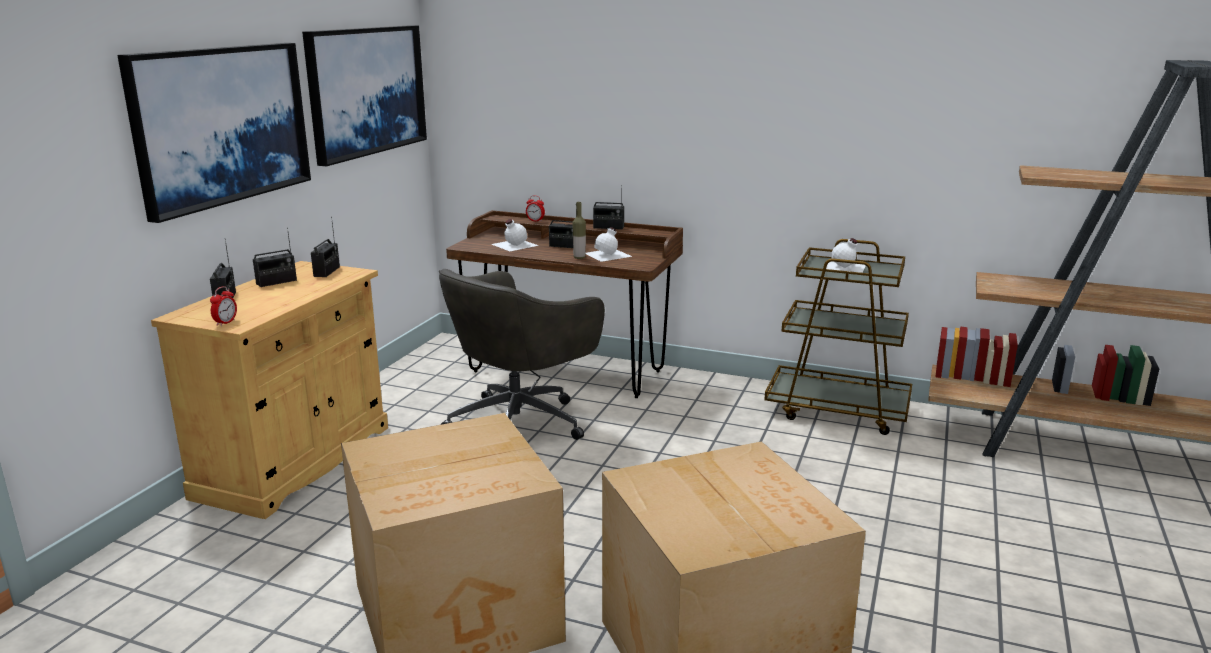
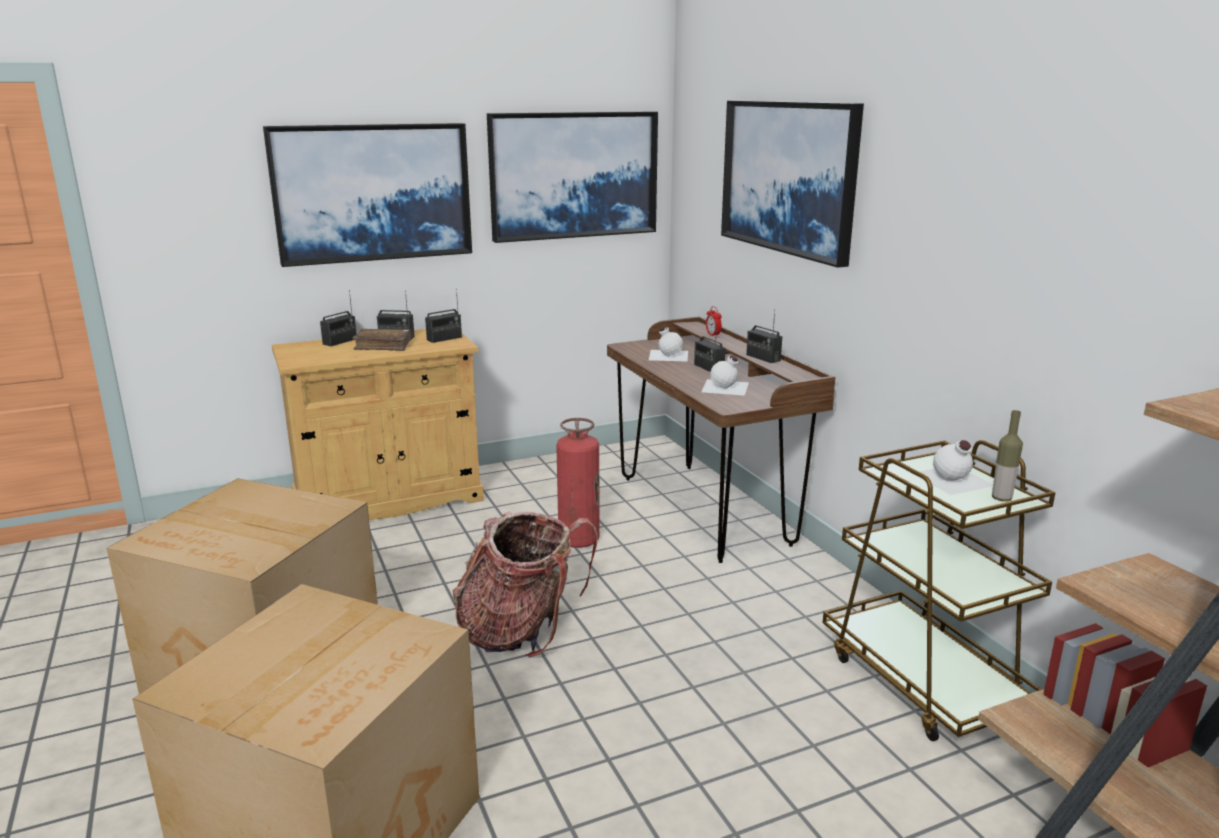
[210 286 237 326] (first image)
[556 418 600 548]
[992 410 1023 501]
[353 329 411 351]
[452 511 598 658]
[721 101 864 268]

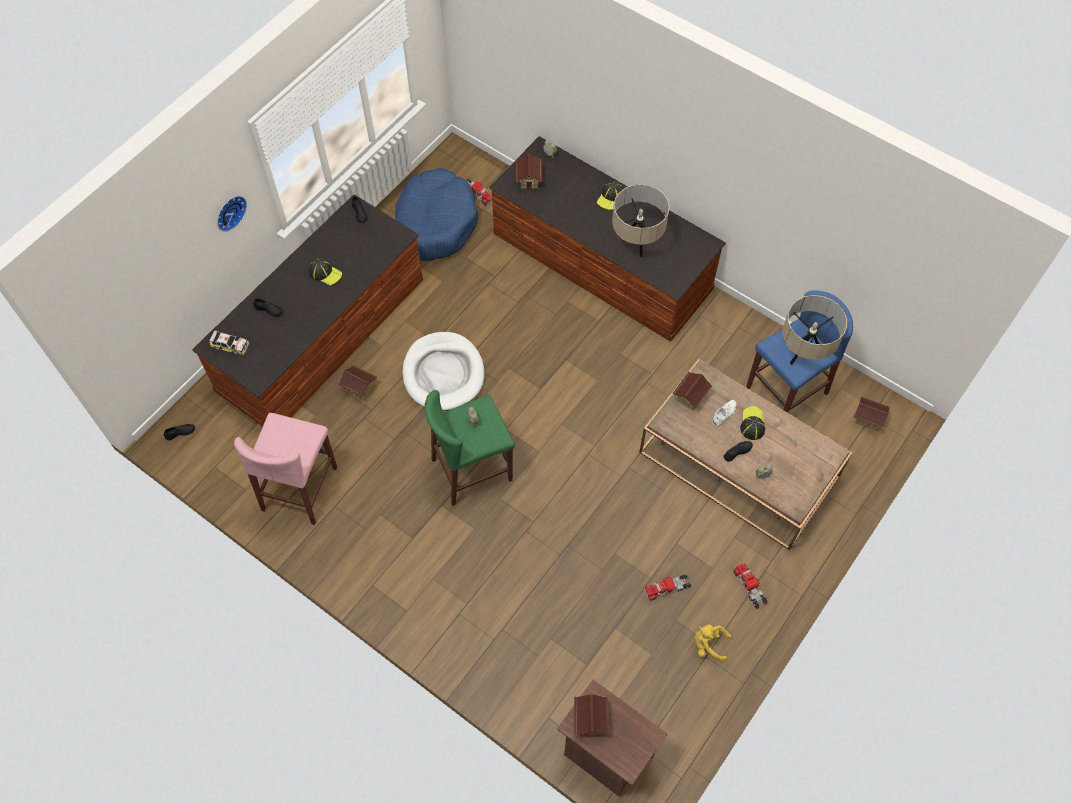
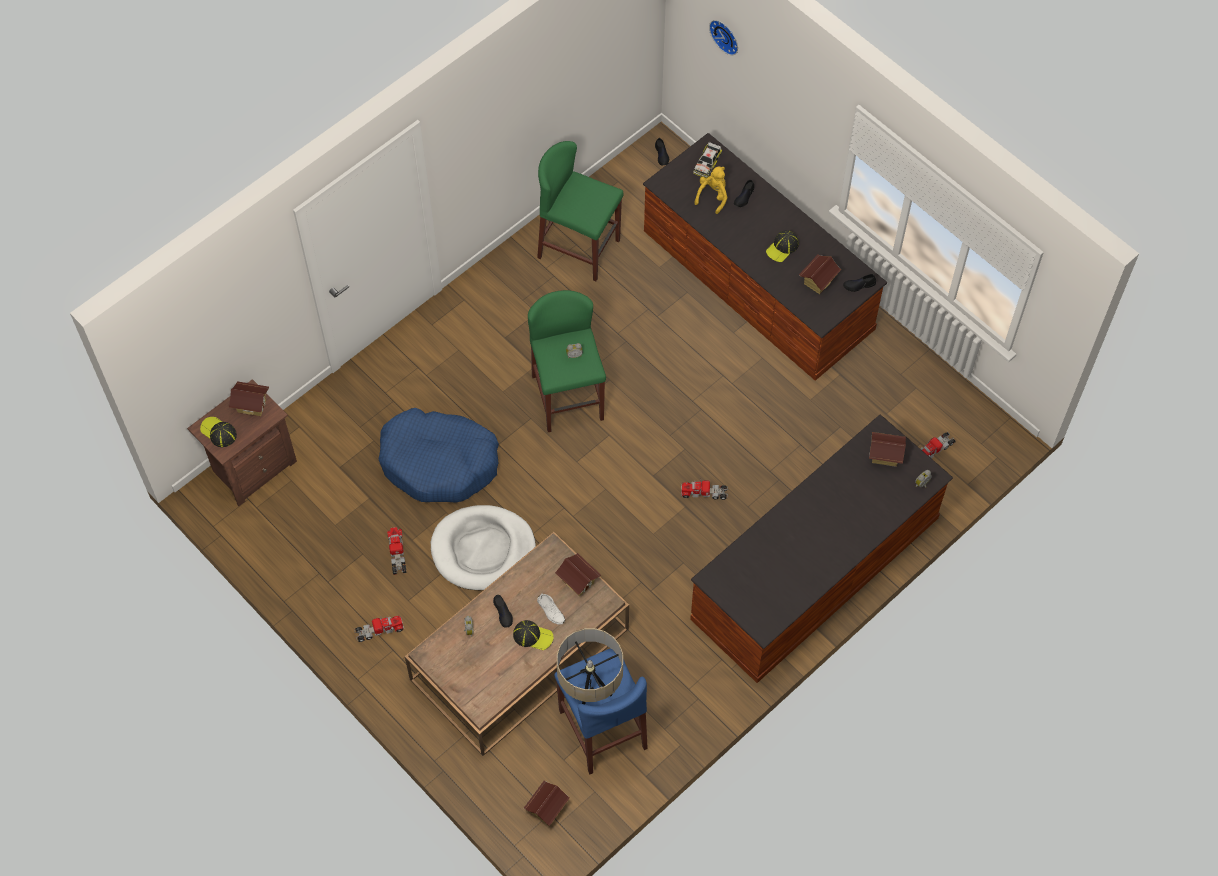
[709 20 738 55]
[537 141 624 281]
[799 254 842 294]
[379 408 499 503]
[431 505 536 590]
[200 417 237 447]
[612 184 670 258] (first image)
[694 167 727 214]
[681 479 728 500]

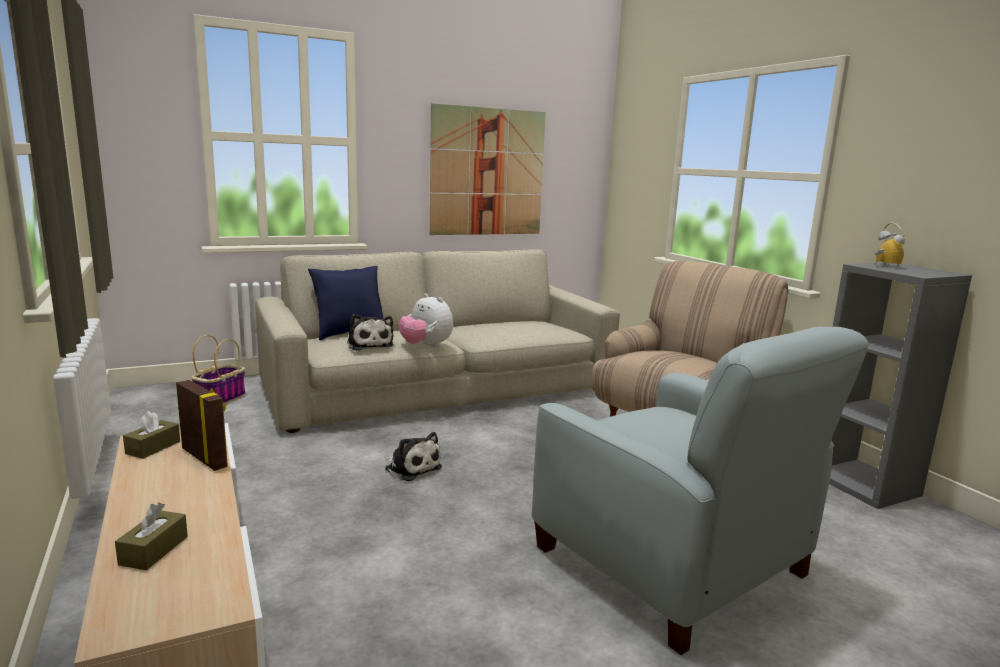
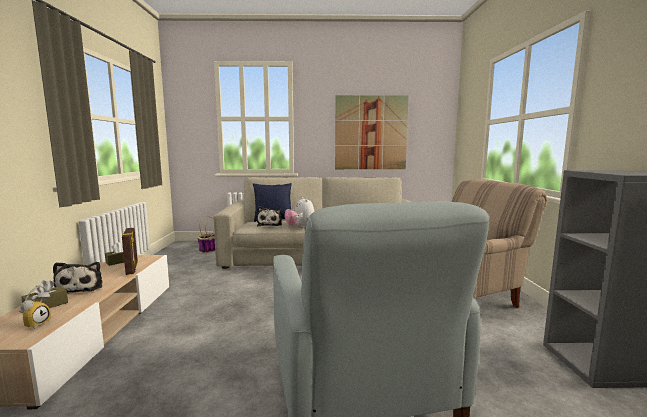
[53 262 103 294]
[19 286 51 329]

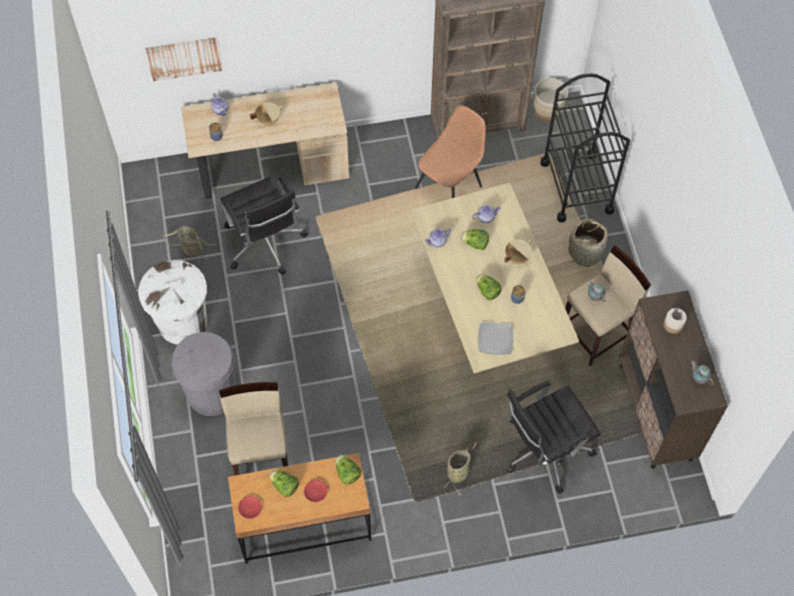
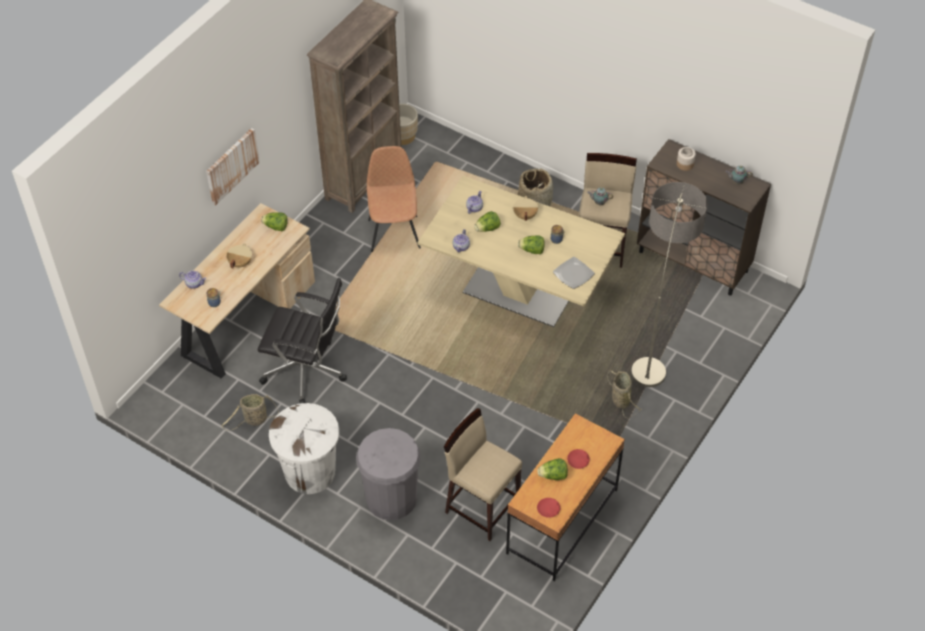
[206 128 260 205]
[261 212 288 231]
[631 182 708 387]
[540 73 630 223] (first image)

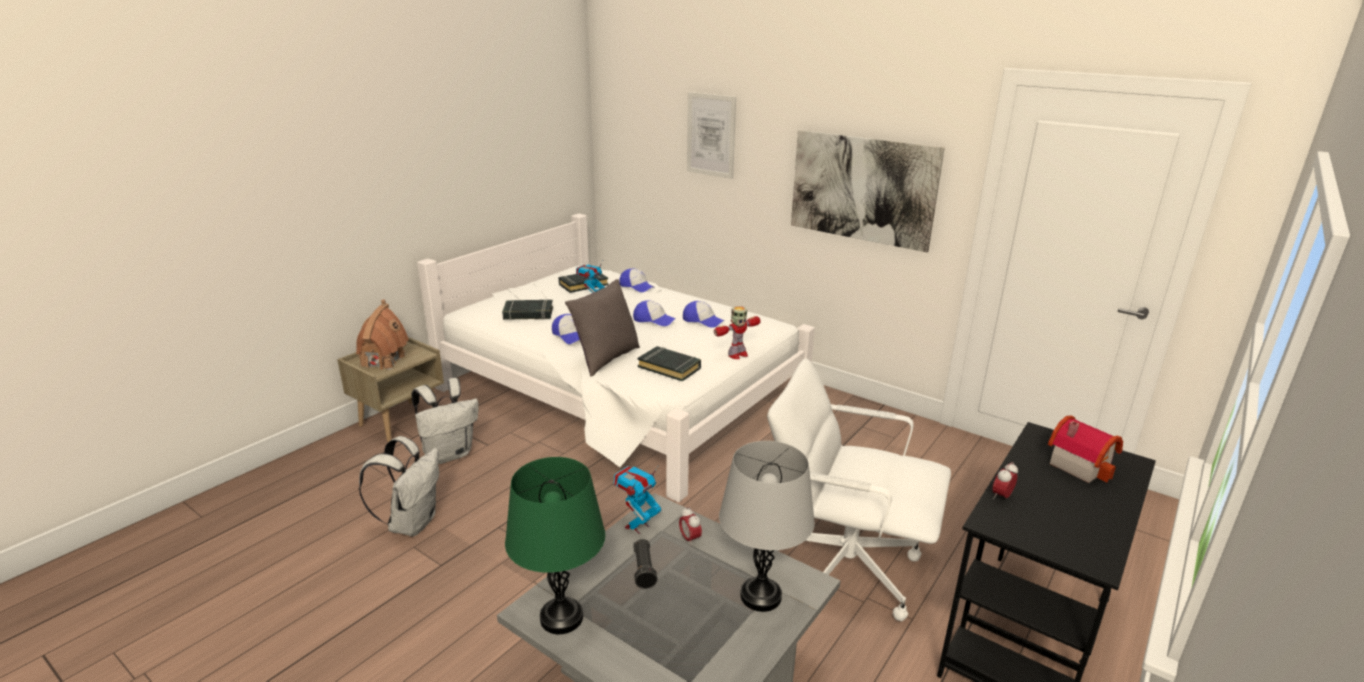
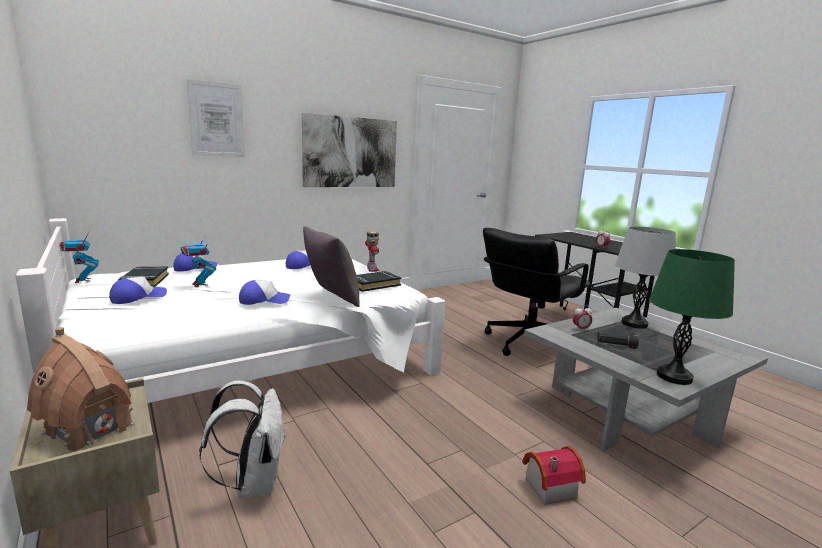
[359 436 439 536] (first image)
[502 300 553 320] (first image)
[59 232 99 283]
[109 277 167 304]
[483 228 590 356]
[522 446 586 505]

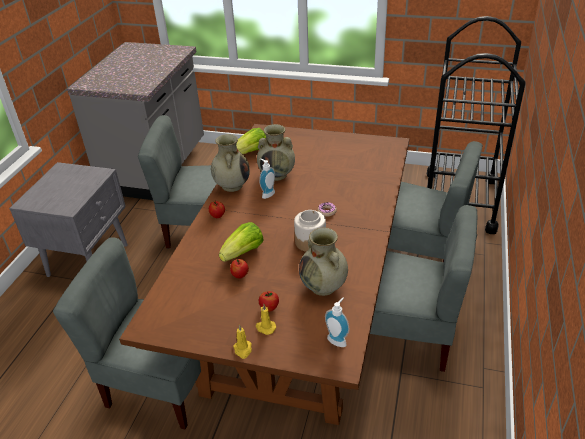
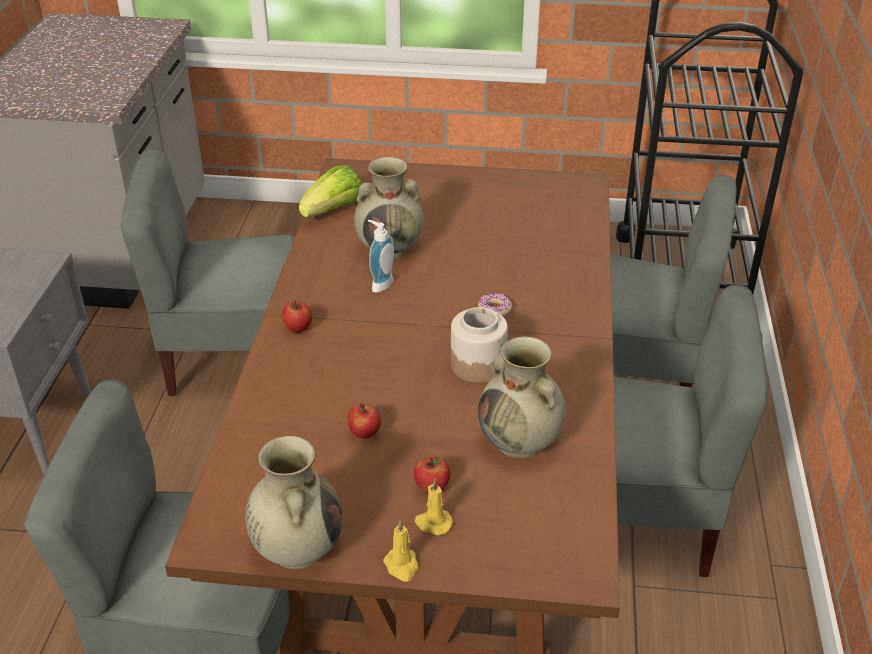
[245 436 343 569]
[219 222 264 262] (first image)
[325 297 349 347] (first image)

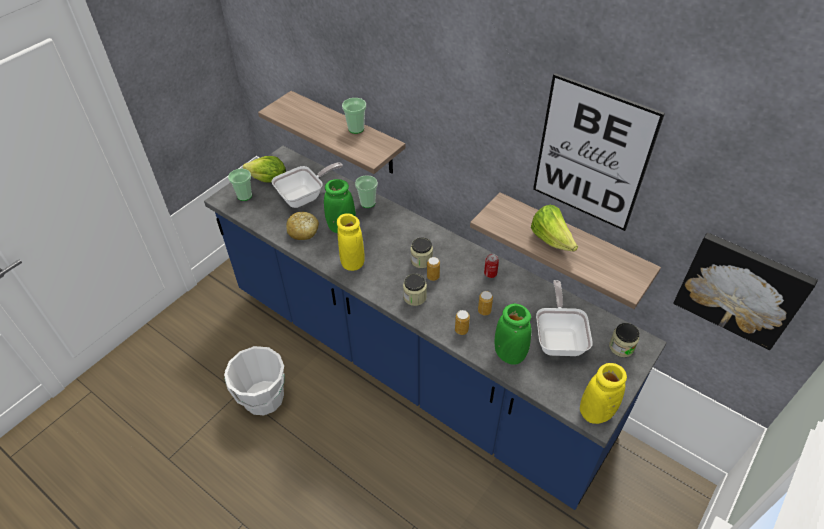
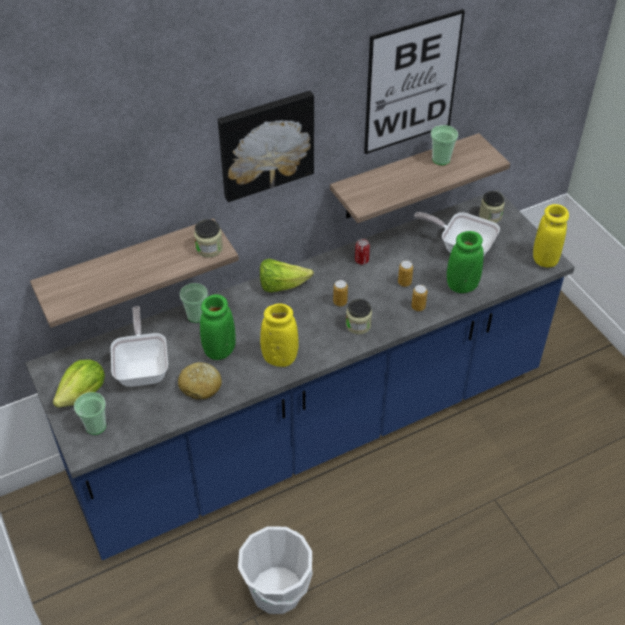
[431 125 458 165]
[194 219 223 258]
[260 259 314 293]
[218 91 314 202]

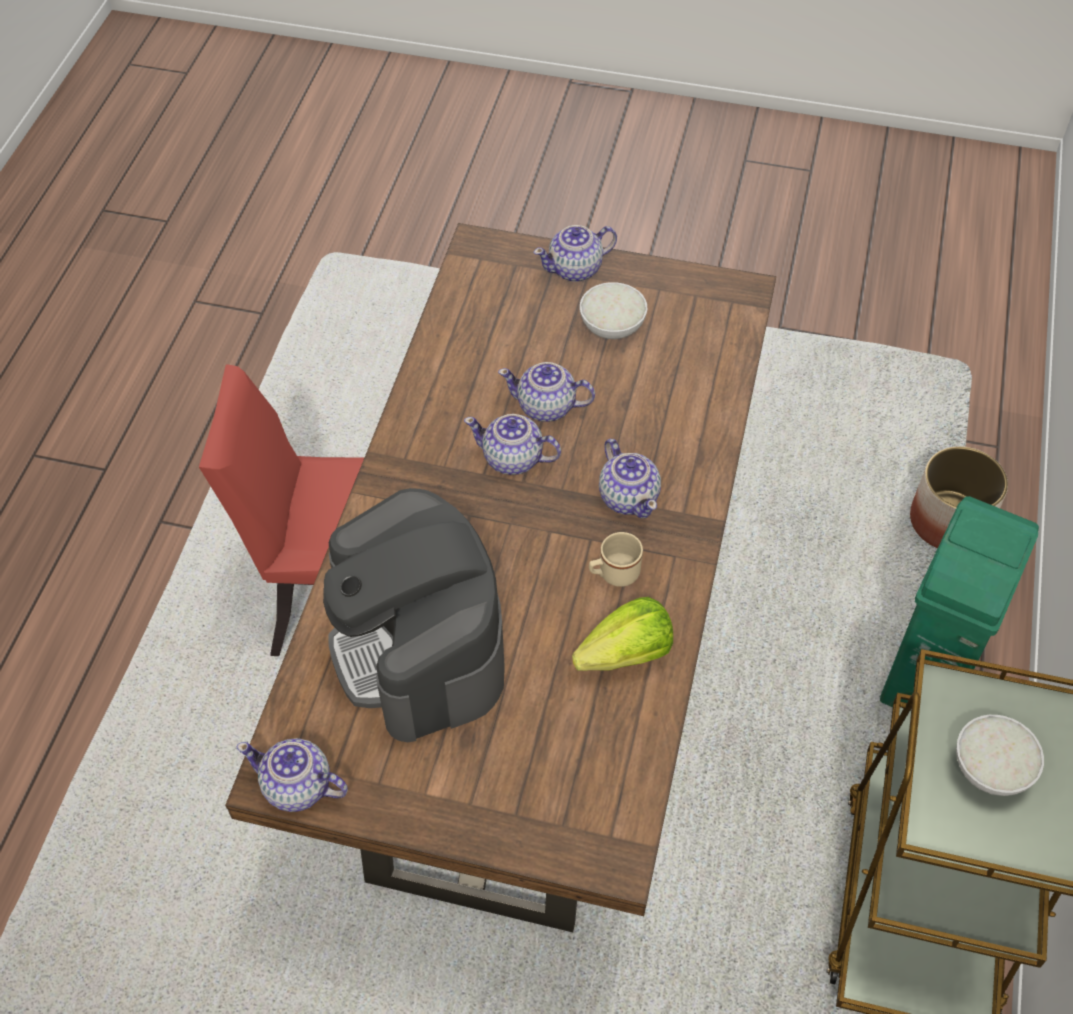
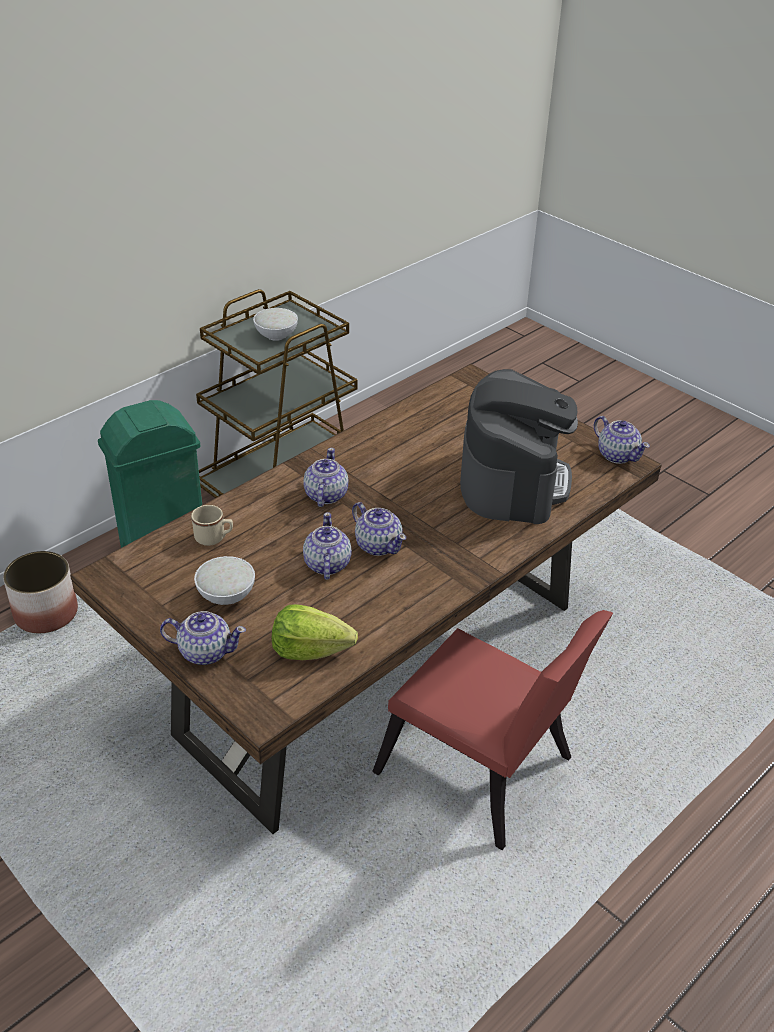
[303 512 352 580]
[272 604 358 660]
[191 505 233 546]

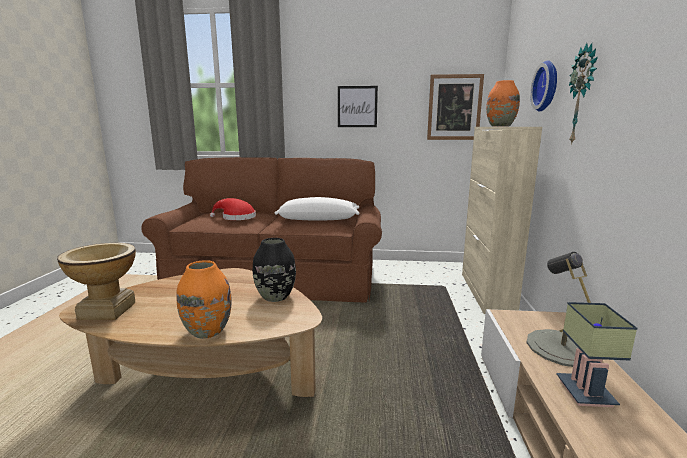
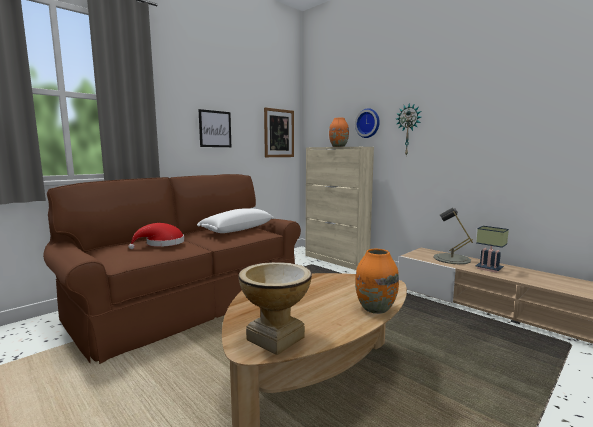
[253 238 296 302] (first image)

